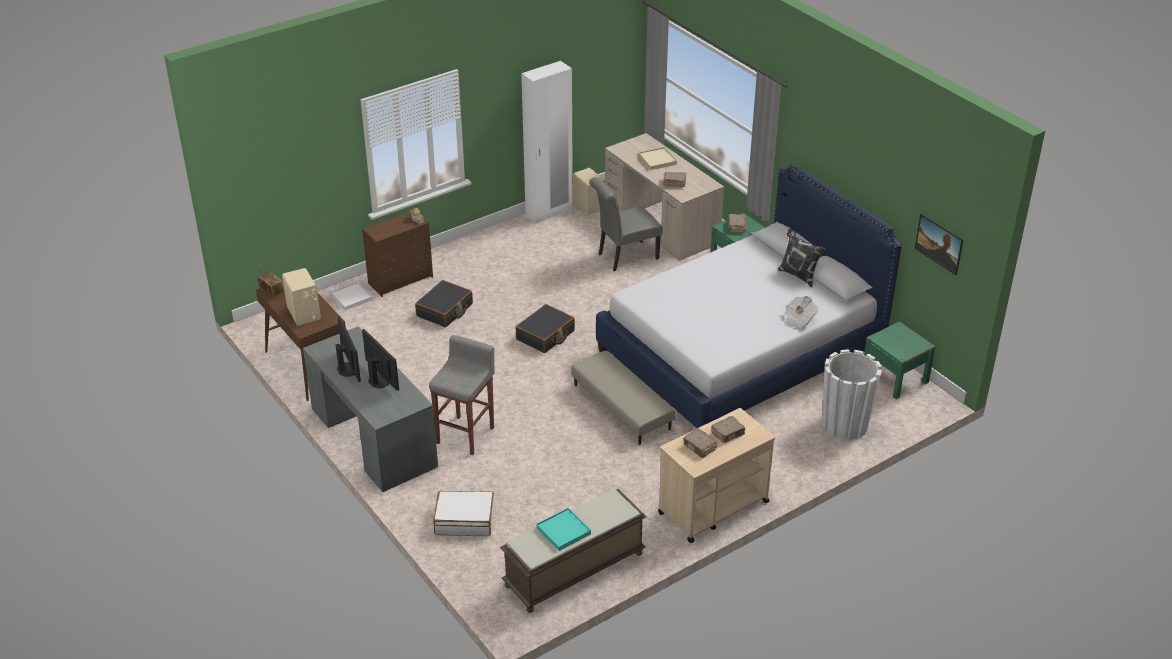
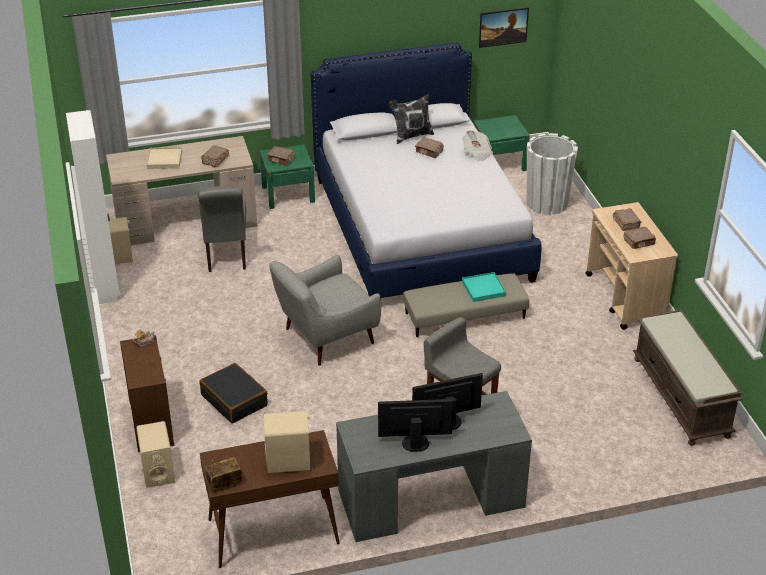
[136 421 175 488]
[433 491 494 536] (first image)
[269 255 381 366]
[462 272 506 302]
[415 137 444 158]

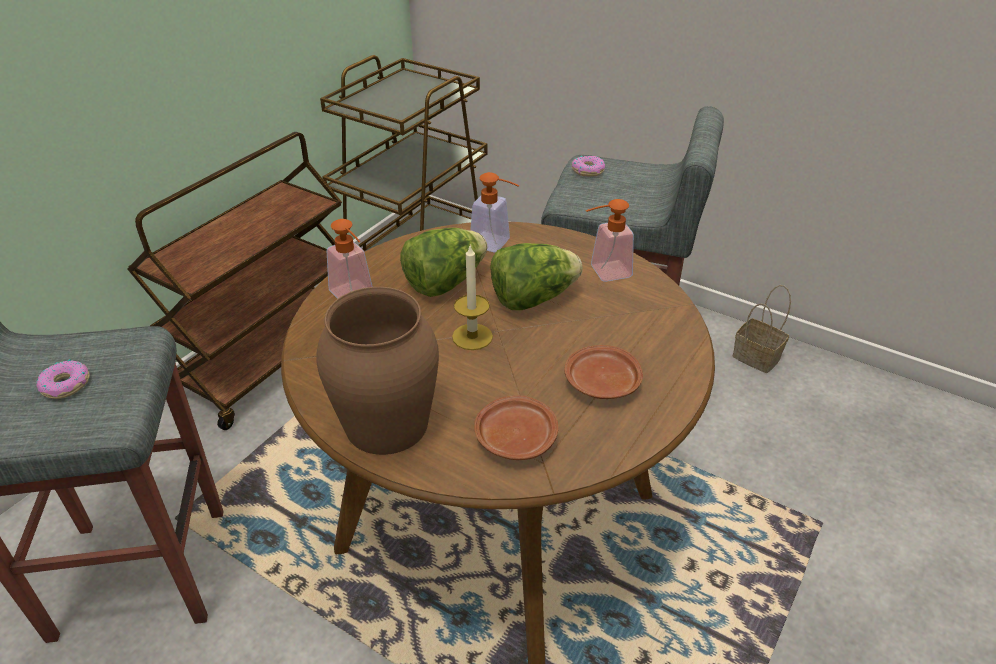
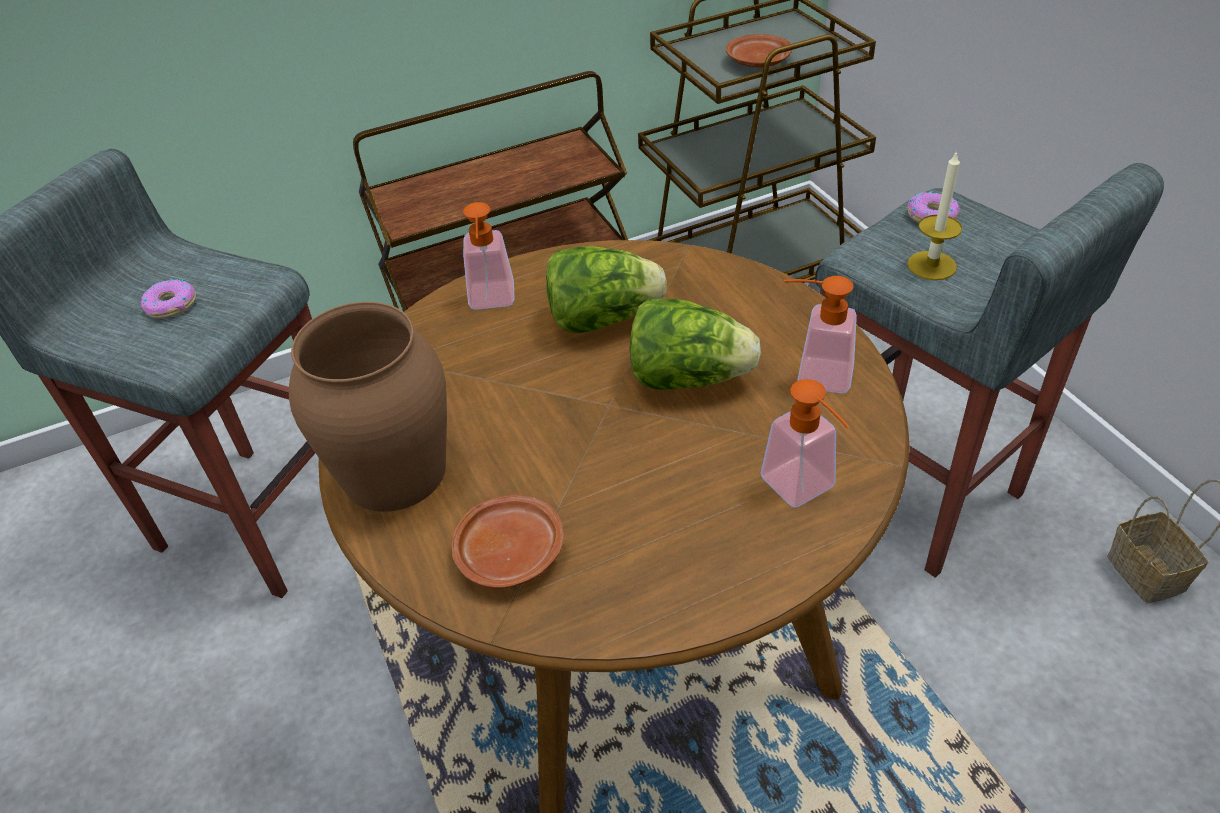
[907 150 962 280]
[761 379 850 508]
[726 34 792 68]

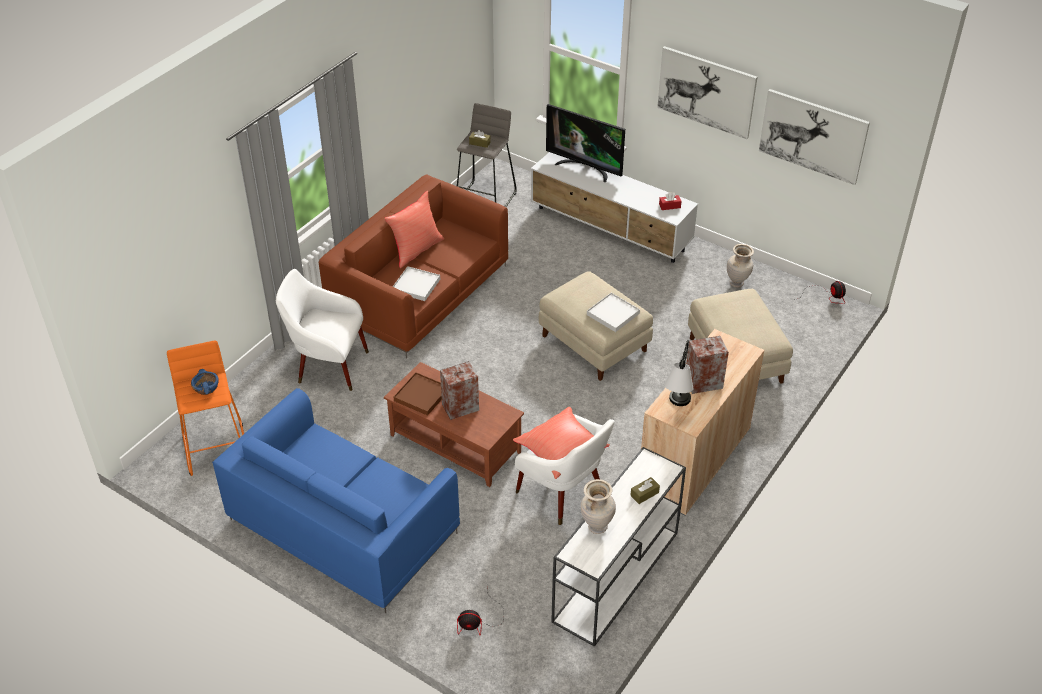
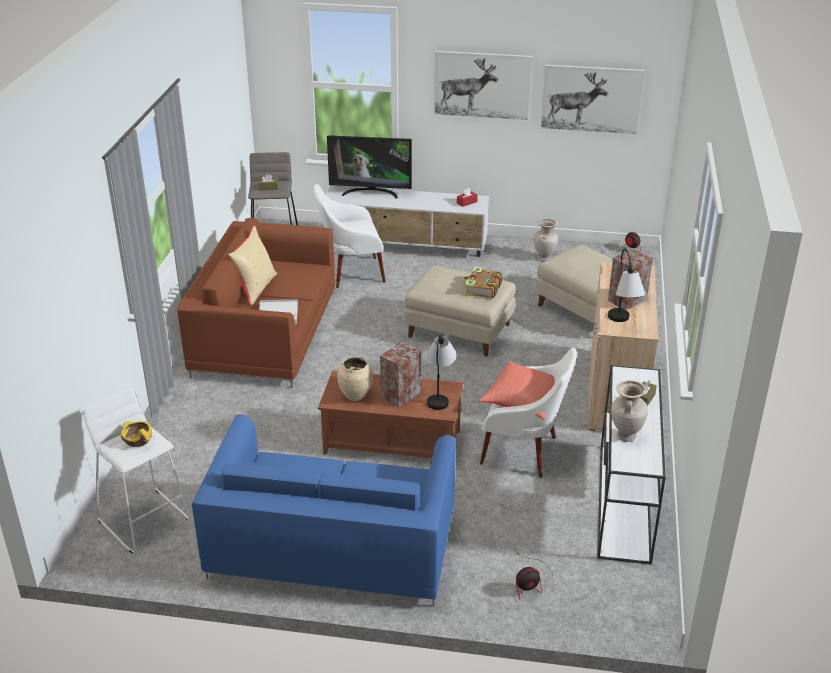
[83 387 191 553]
[121 421 152 447]
[314 184 386 288]
[228 226 277 306]
[337 357 373 401]
[463 267 502 299]
[427 335 456 410]

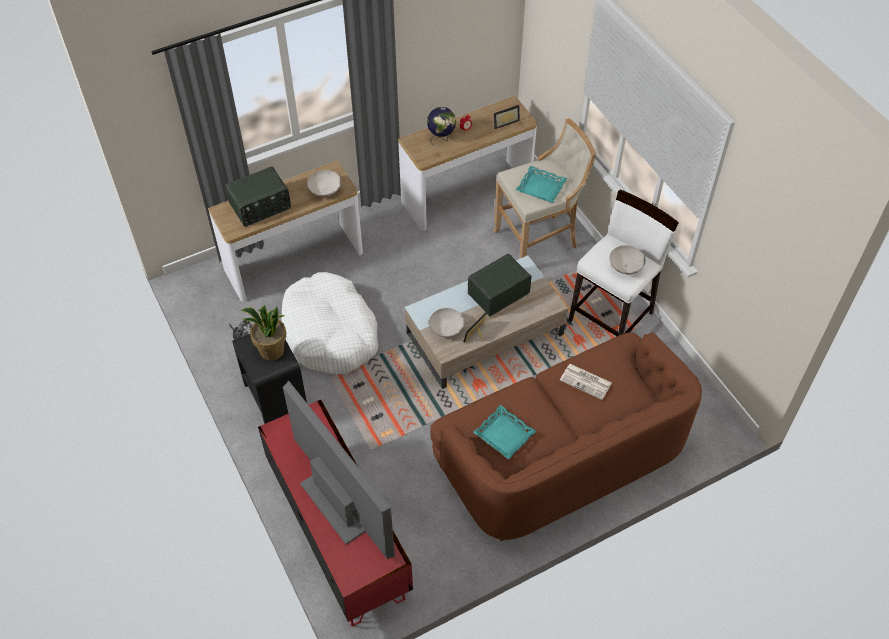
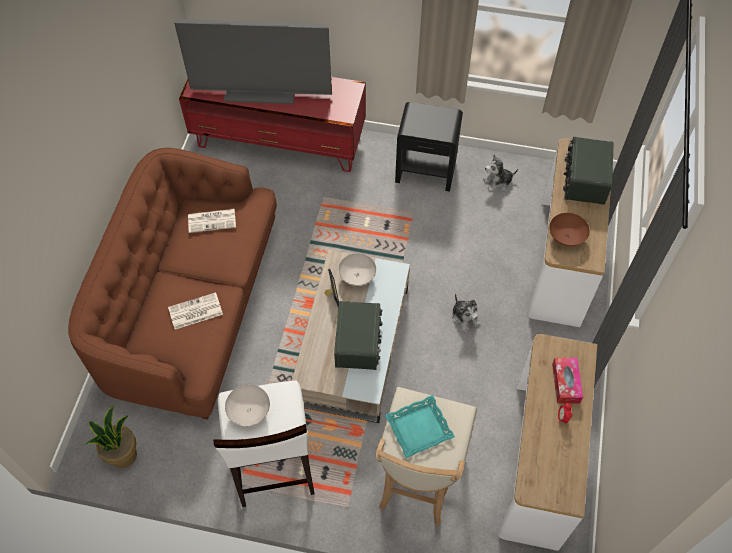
[85 406 137 468]
[282 272 378 375] (first image)
[550 213 590 246]
[552 358 583 404]
[188 209 236 233]
[494 105 520 129] (first image)
[452 294 480 332]

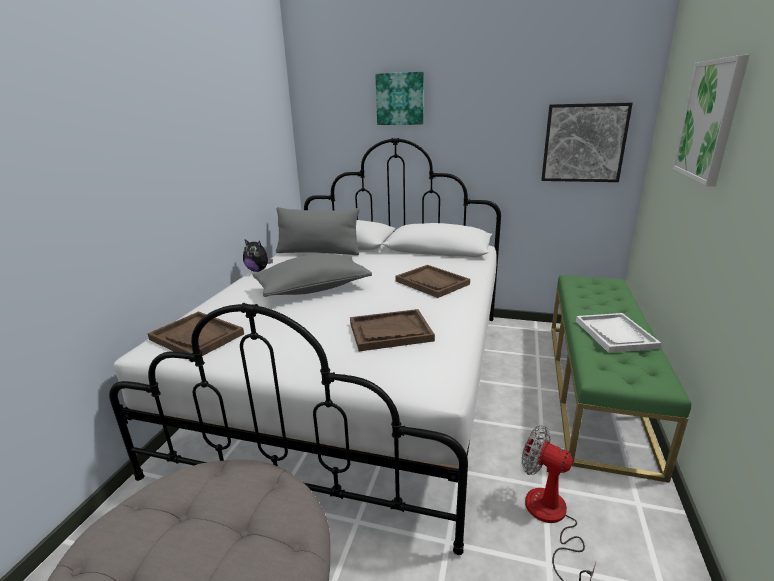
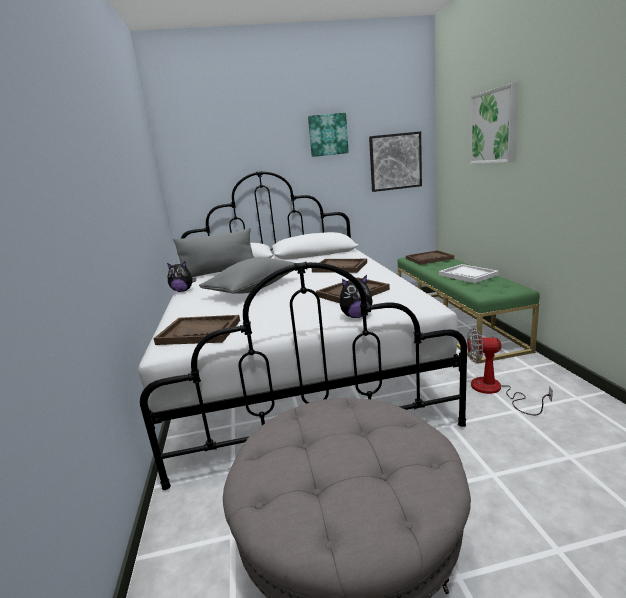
[308 113 349 157]
[340 275 373 318]
[406 250 454 265]

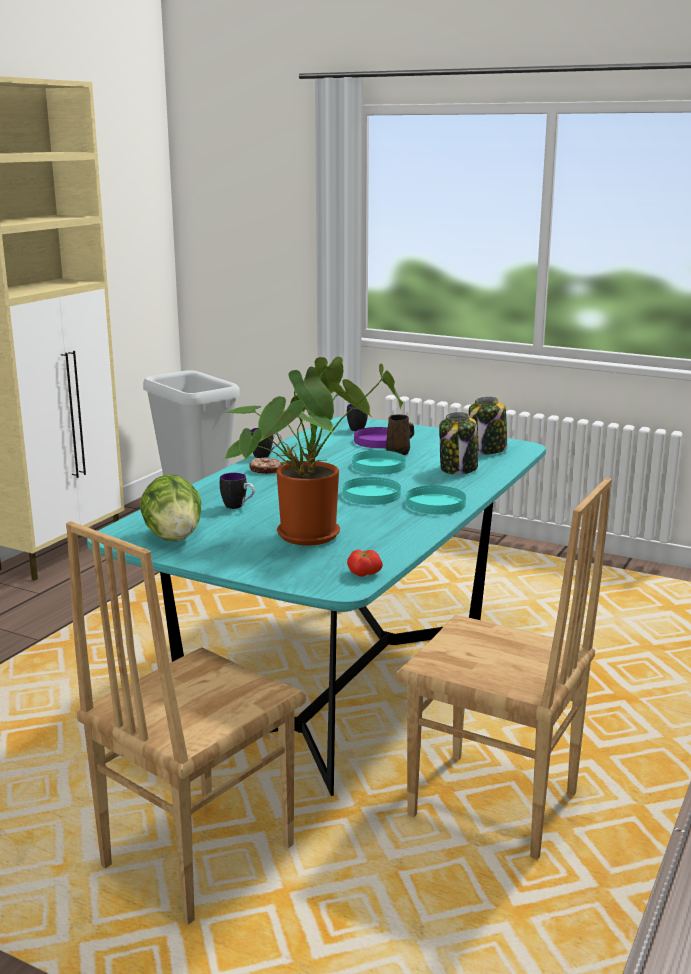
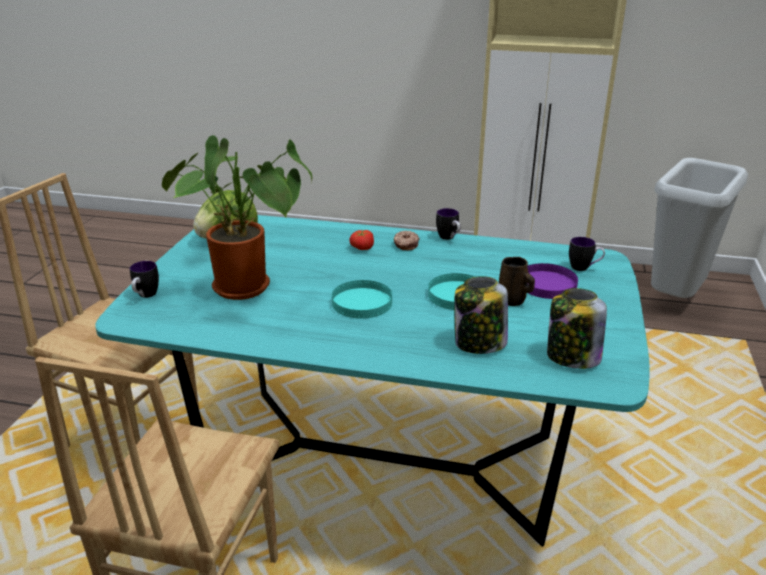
[130 261 159 298]
[349 230 374 250]
[406 485 466 514] (first image)

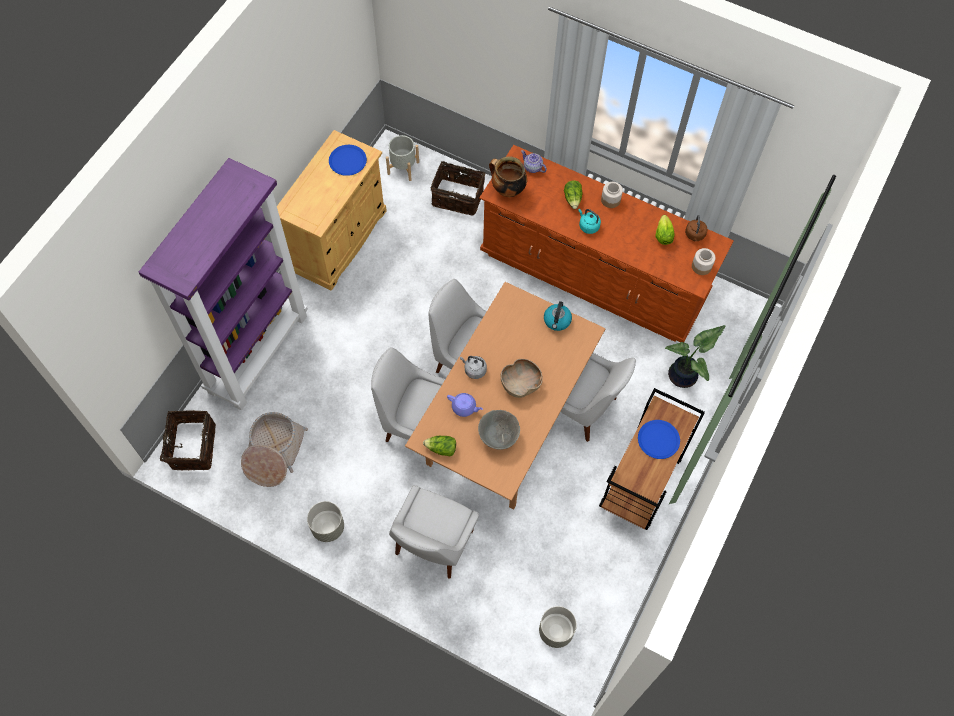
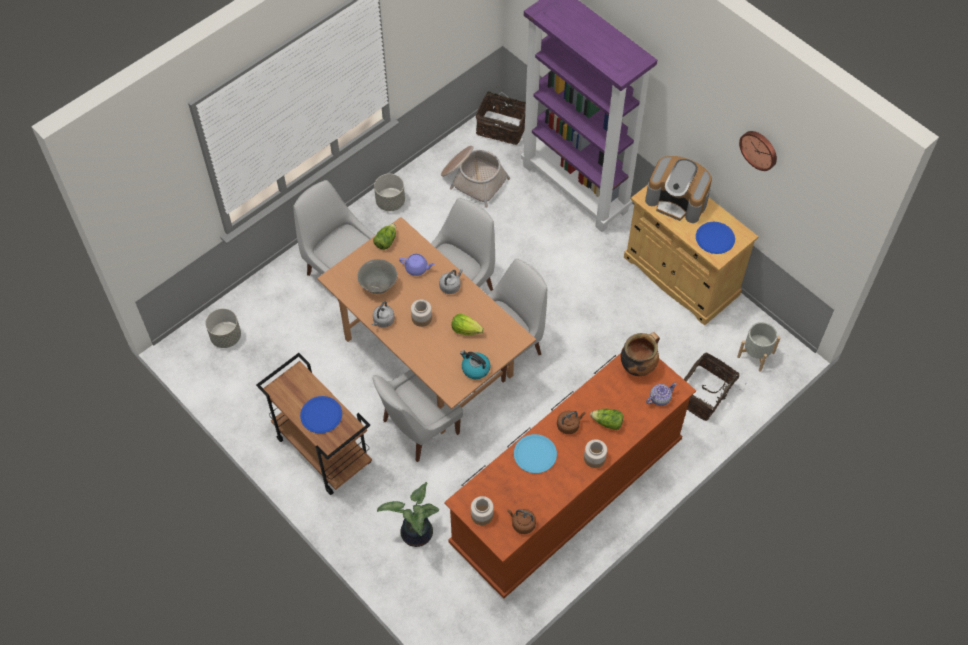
[399 254 435 276]
[411 299 432 327]
[557 411 586 434]
[452 314 484 335]
[372 301 395 327]
[514 434 557 473]
[645 156 712 223]
[739 131 777 171]

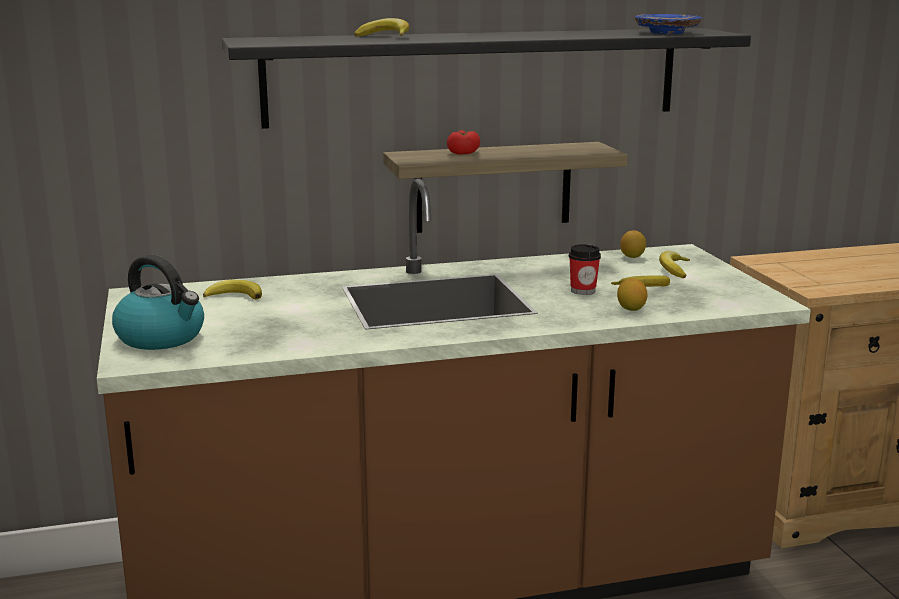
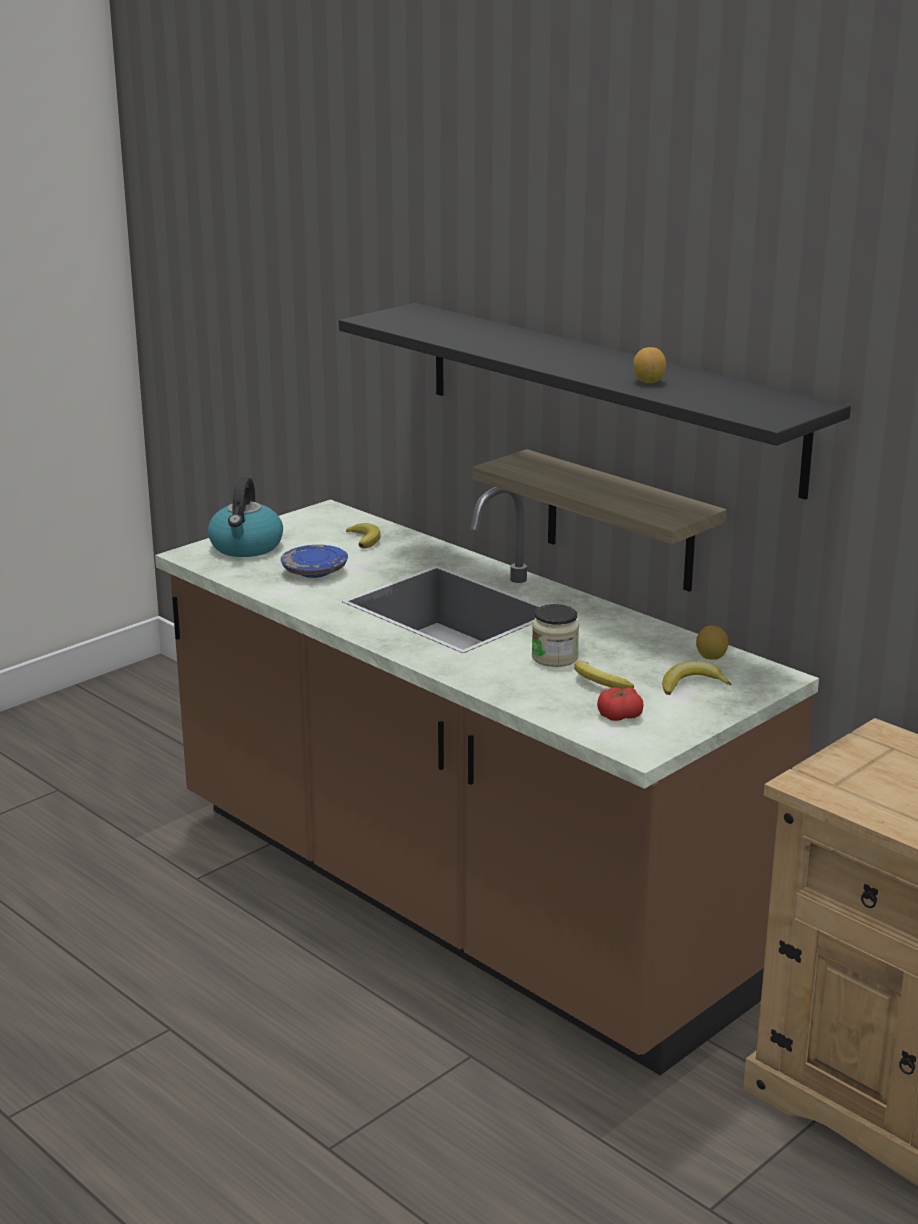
[354 18 409 37] (first image)
[597 687 644 721]
[532 604 579 667]
[633 347 666 383]
[281 545 348 578]

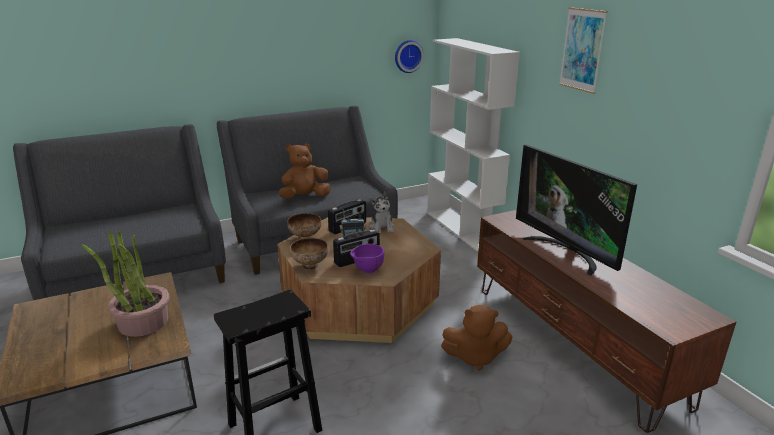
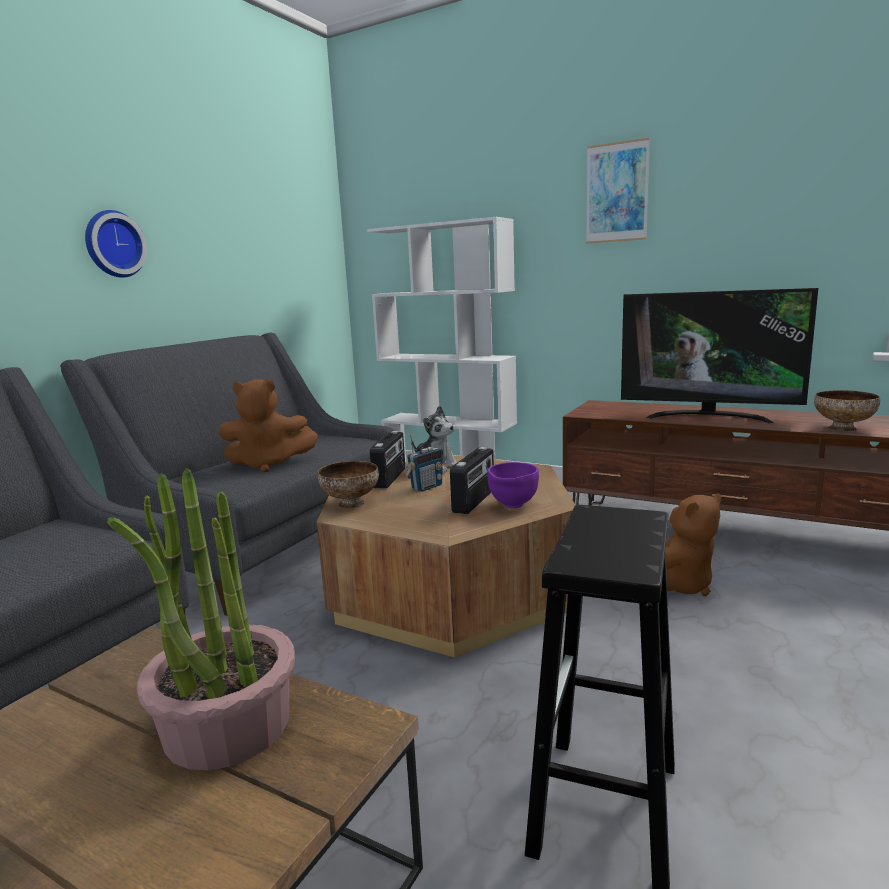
[218 379 318 473]
[814 390 880 431]
[85 210 147 278]

